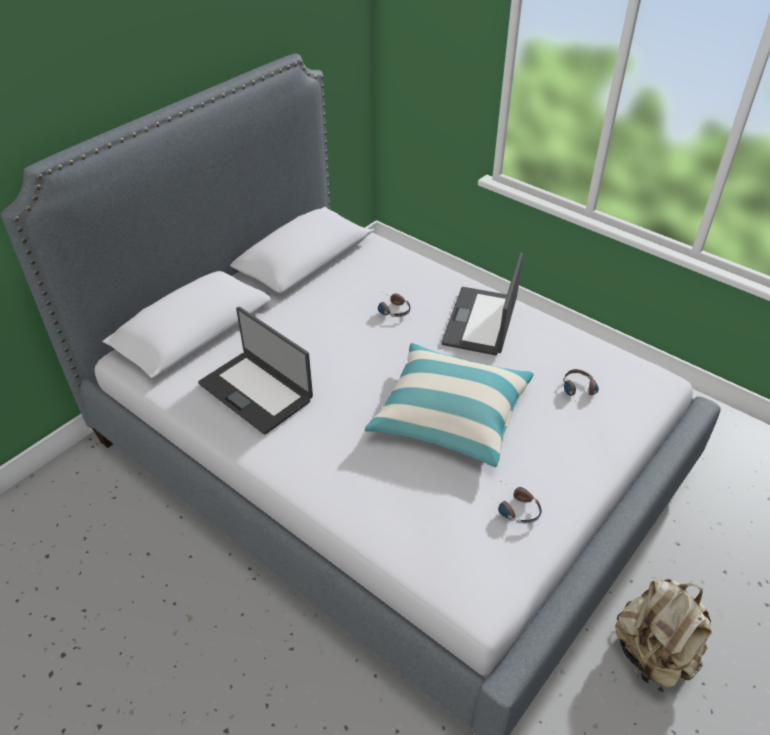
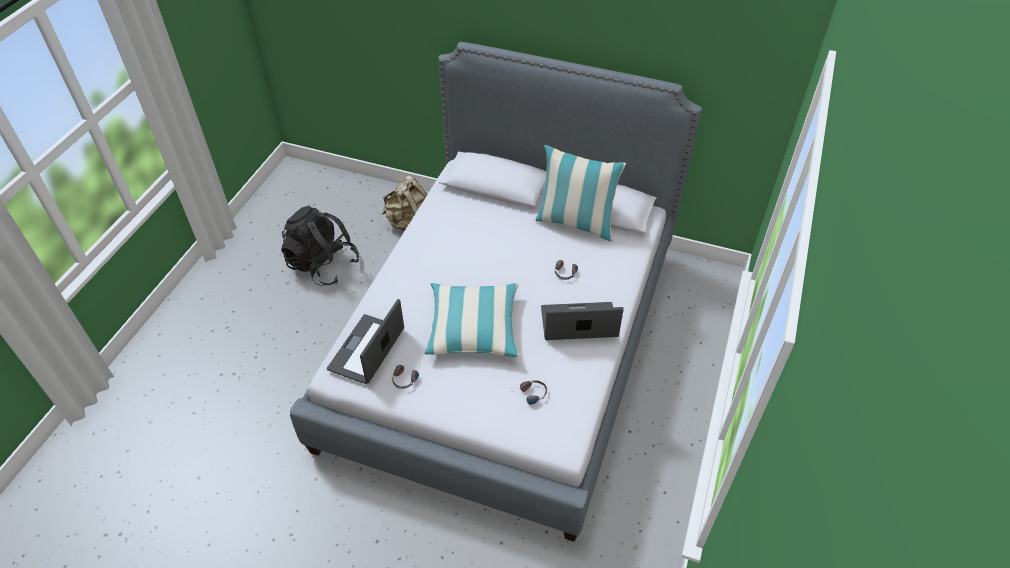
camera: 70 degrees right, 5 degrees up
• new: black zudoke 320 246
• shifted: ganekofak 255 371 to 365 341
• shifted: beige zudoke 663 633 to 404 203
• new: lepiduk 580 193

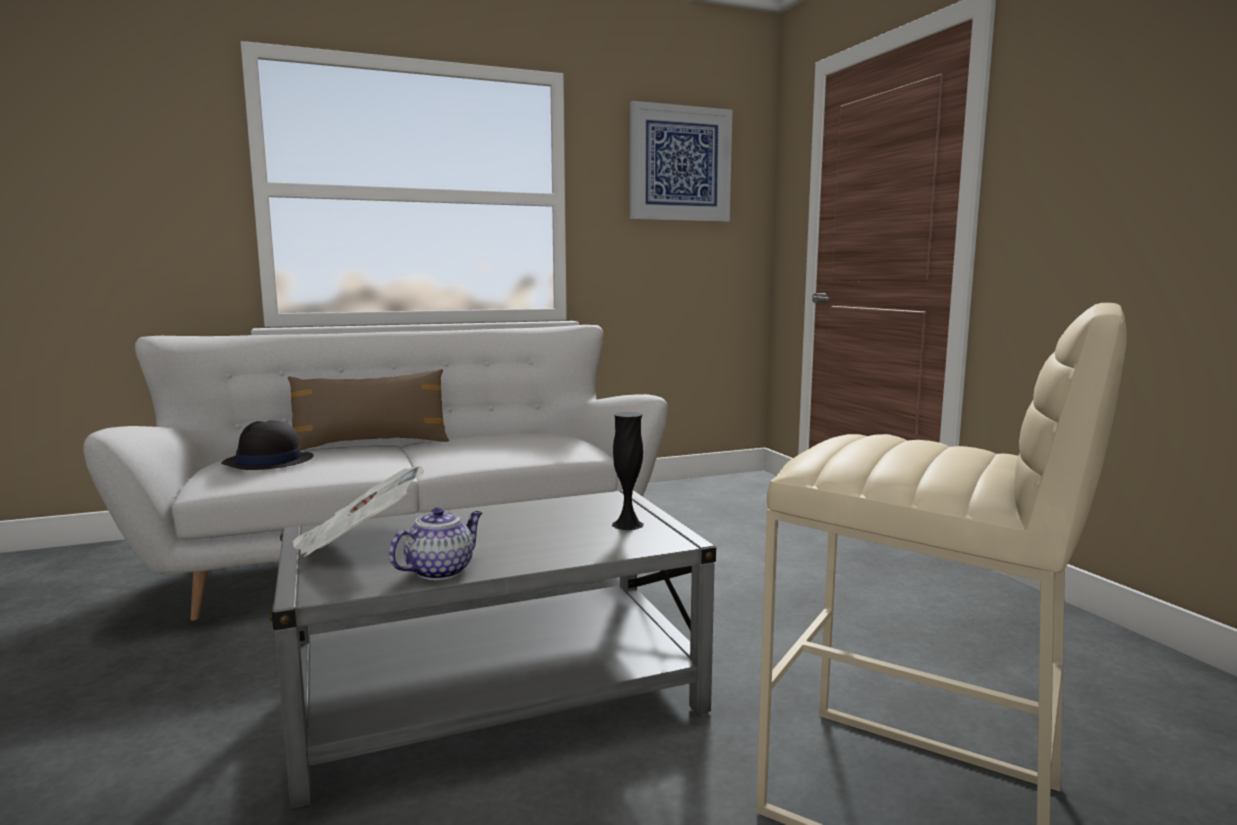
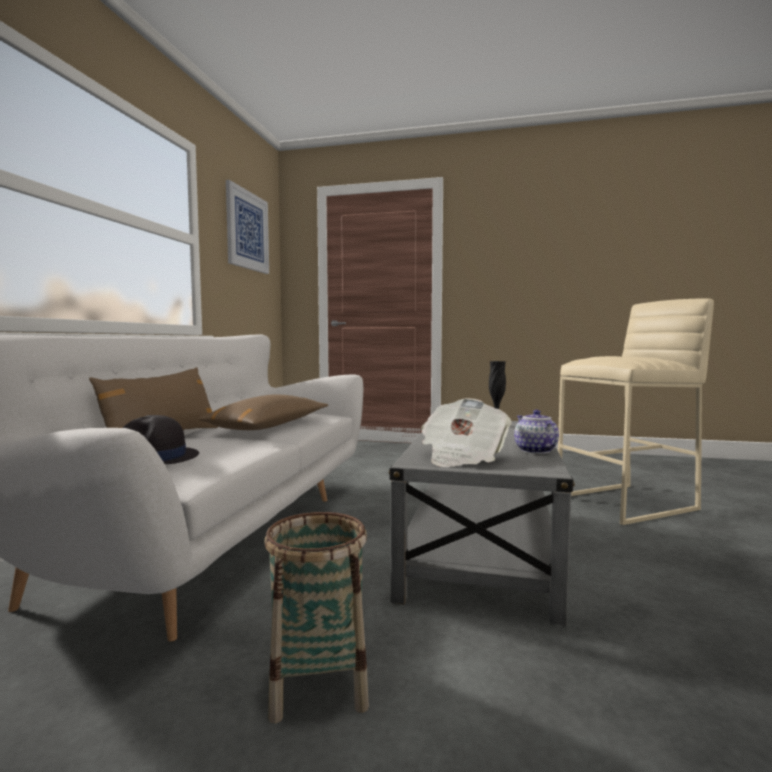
camera: 55 degrees left, 5 degrees down
• new: brown lepiduk 263 412
• new: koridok 316 618

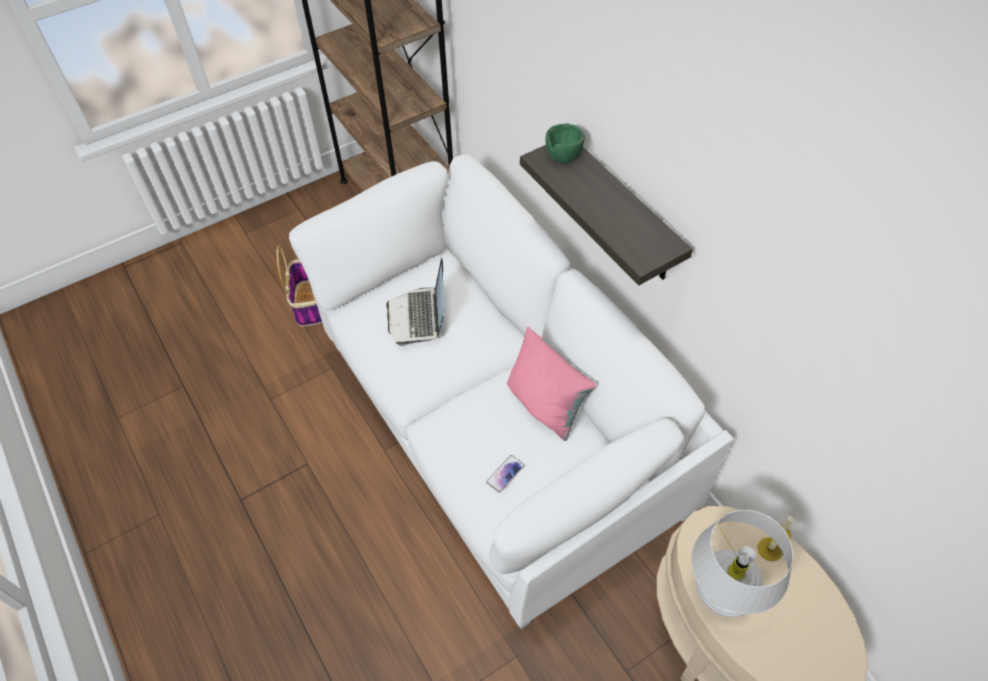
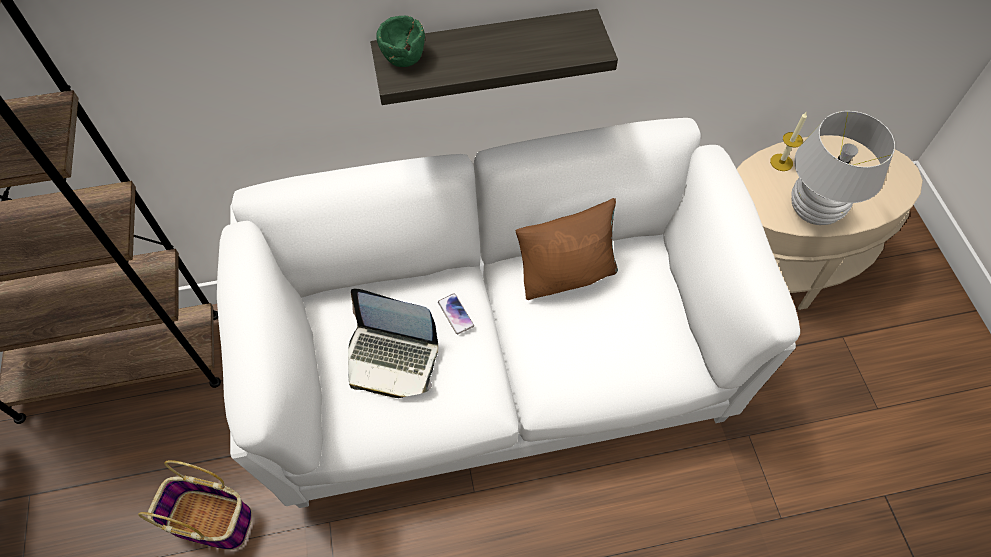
camera: 70 degrees left, 5 degrees up
• shifted: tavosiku 505 474 to 456 313
• repainted: pink lepiduk 551 384 to brown lepiduk 567 249

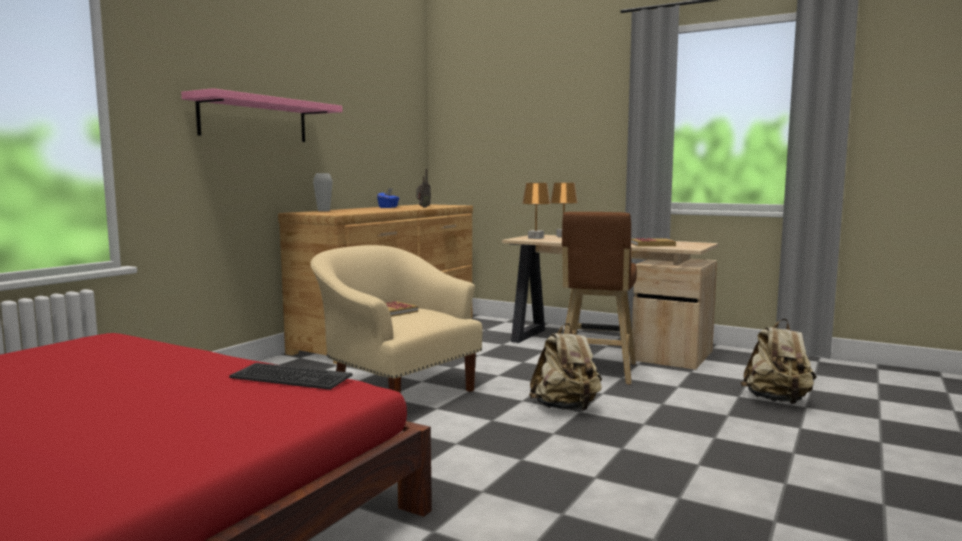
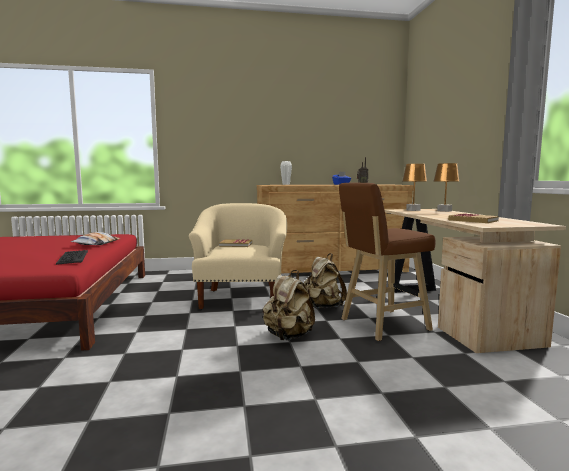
camera: 50 degrees right, 0 degrees up
• new: lepiduk 95 238
• shifted: beige zudoke 778 361 to 325 281
• gone: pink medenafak 261 115

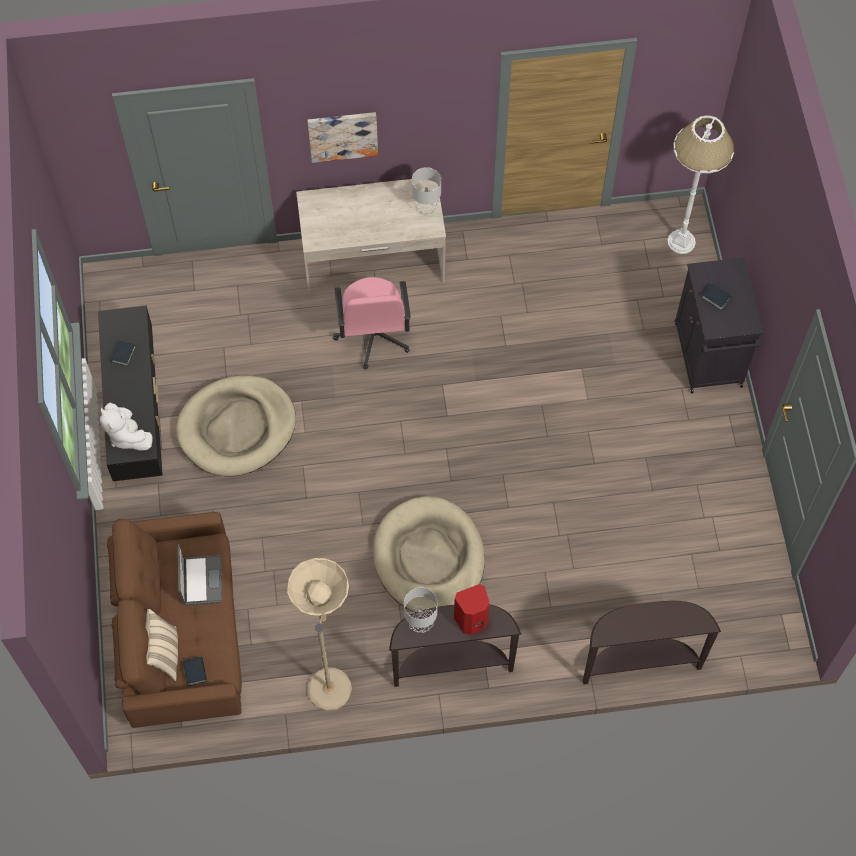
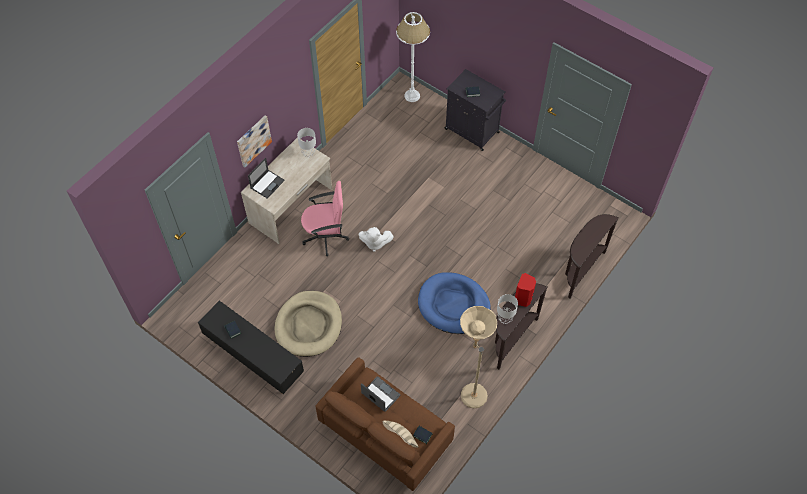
camera: 45 degrees left, 5 degrees down
• new: ganekofak 266 178
• rotated: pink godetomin 372 323 = 325 219 45 degrees counterclockwise
• shifted: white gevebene 126 426 to 376 239
• repainted: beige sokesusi 429 554 to blue sokesusi 454 303

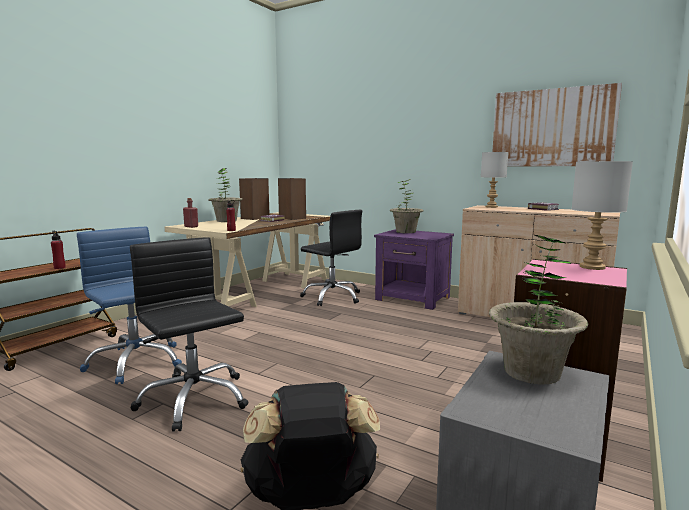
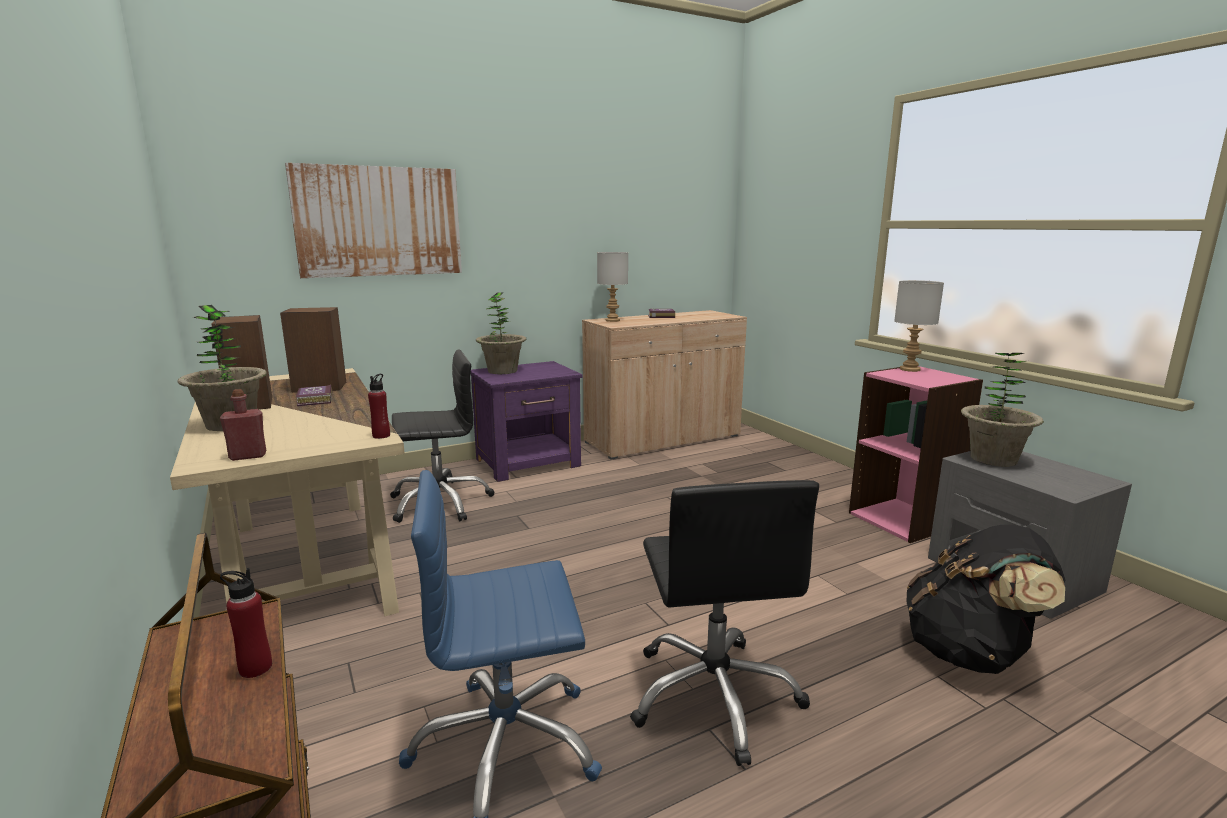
camera: 60 degrees left, 5 degrees up
• shifted: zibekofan 557 124 to 373 220
• rotated: black godetomin 189 334 = 724 623 90 degrees counterclockwise

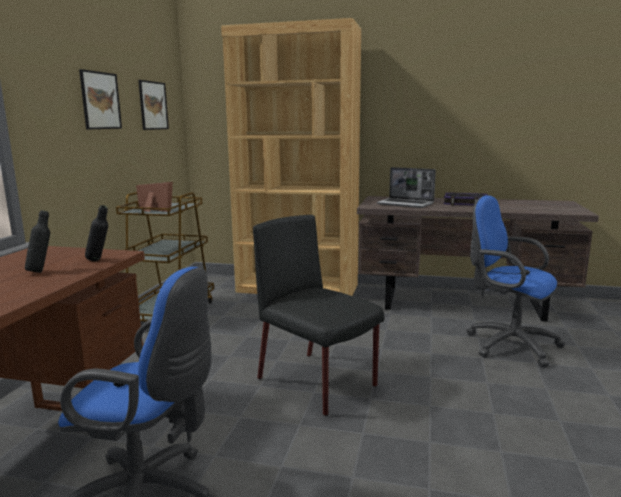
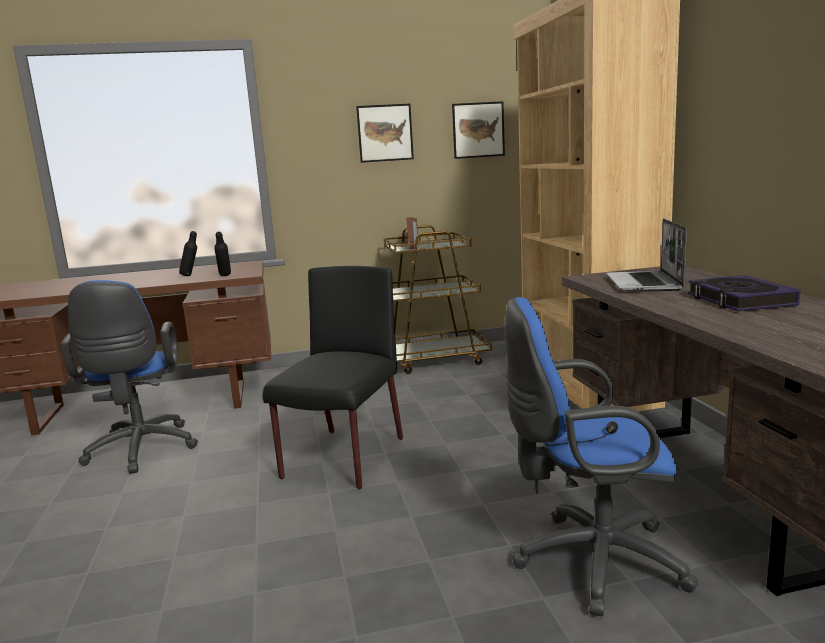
camera: 65 degrees right, 0 degrees up
• rotated: blue godetomin 515 281 = 601 456 105 degrees counterclockwise

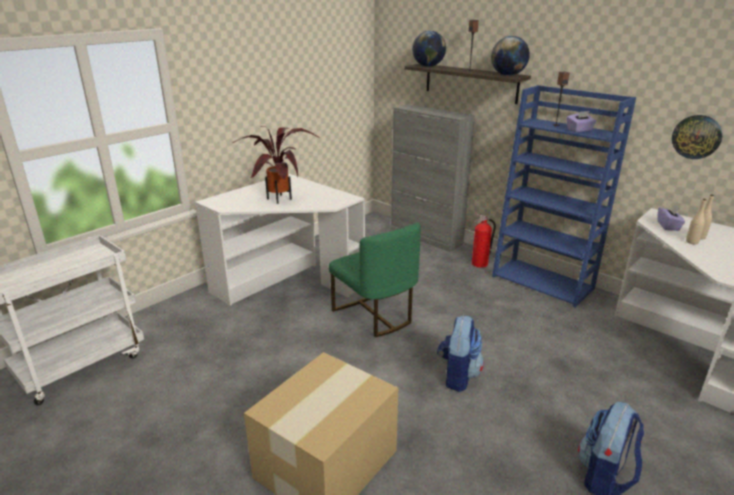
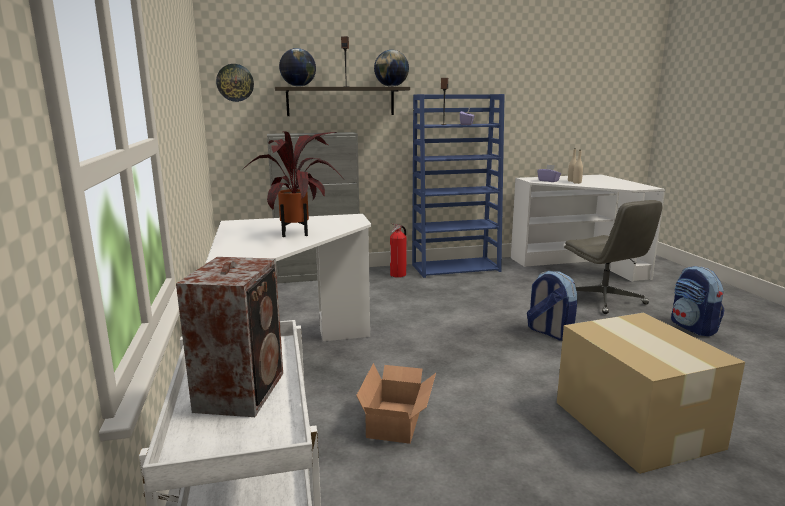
camera: 55 degrees left, 10 degrees down
• new: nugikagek 229 337
• shifted: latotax 697 137 to 235 83
• new: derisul 396 403
• new: grey godetomin 613 257
• gone: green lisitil 375 279

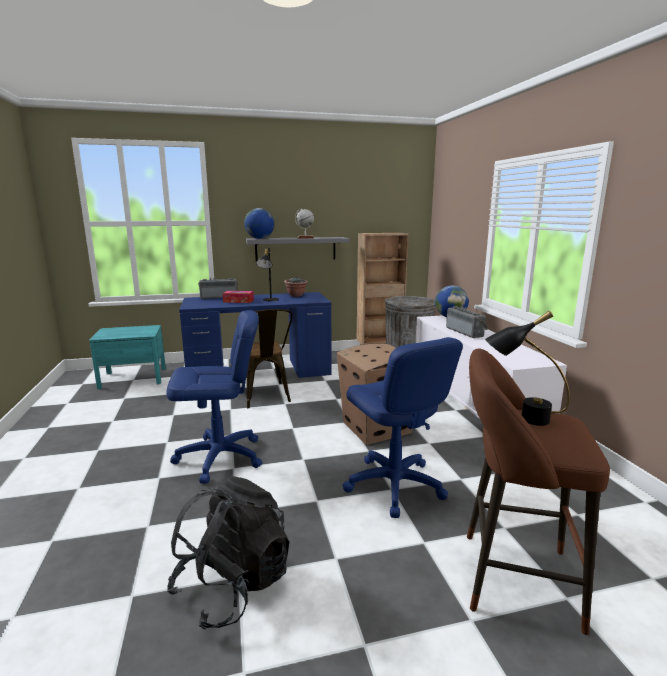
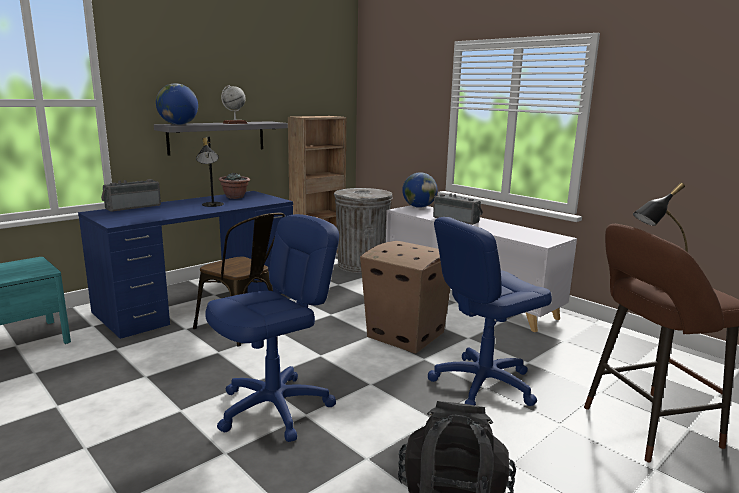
camera: 30 degrees left, 0 degrees up
• rotated: blue godetomin 403 427 = 490 311 120 degrees clockwise
• gone: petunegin 238 297

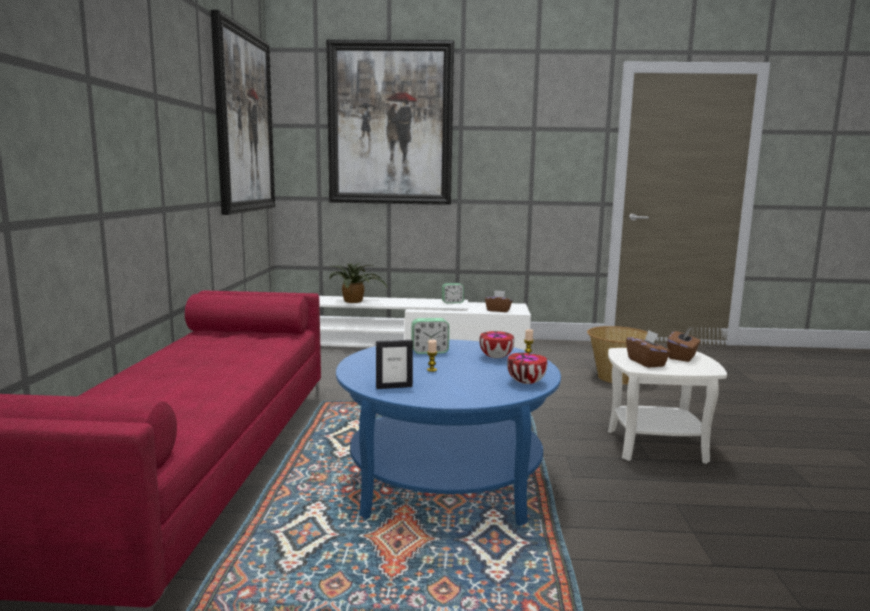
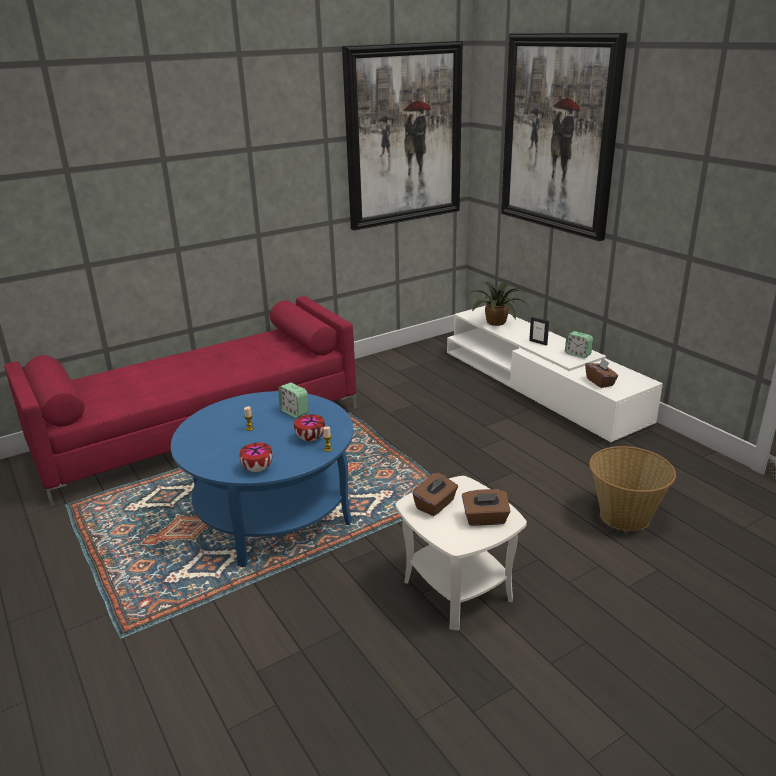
camera: 55 degrees right, 15 degrees up
• shifted: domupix 394 364 to 539 331

